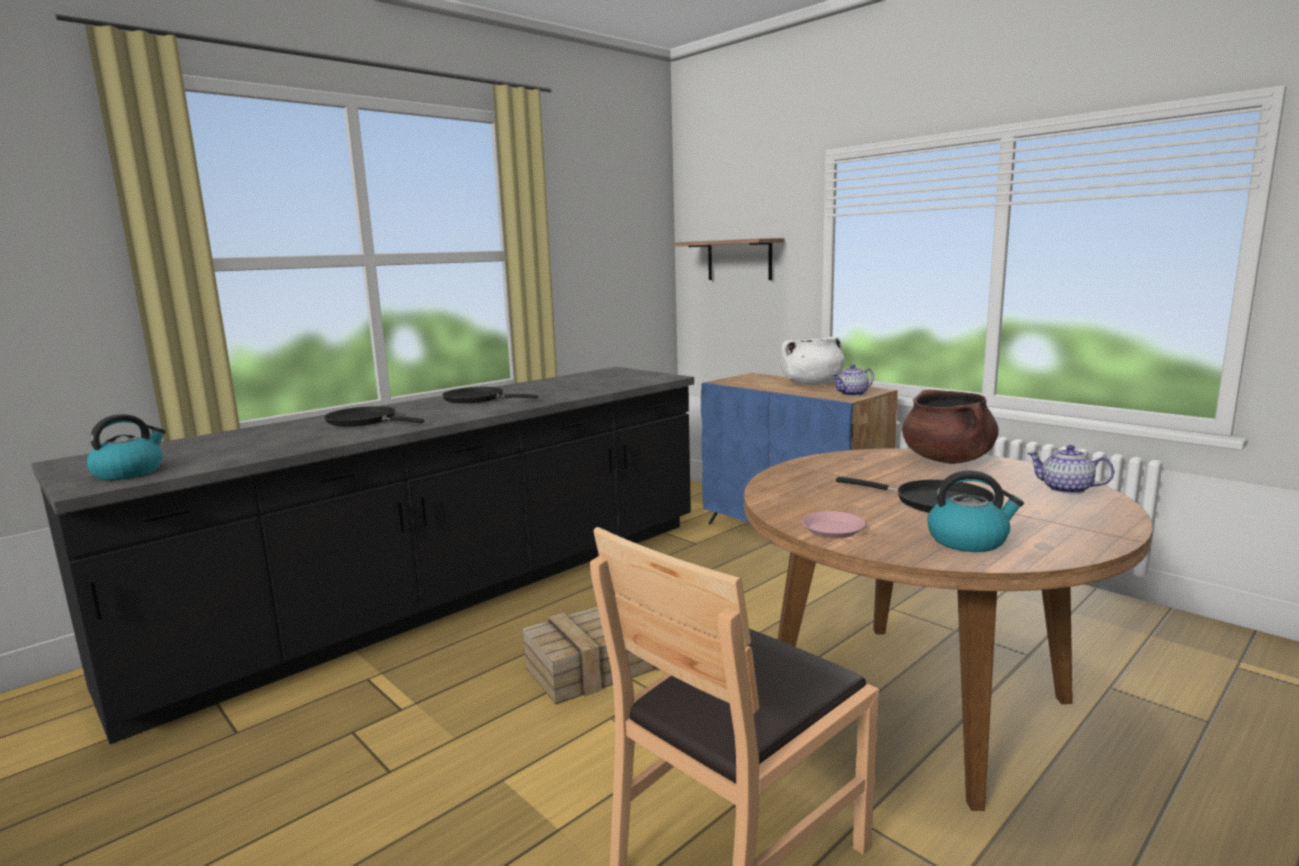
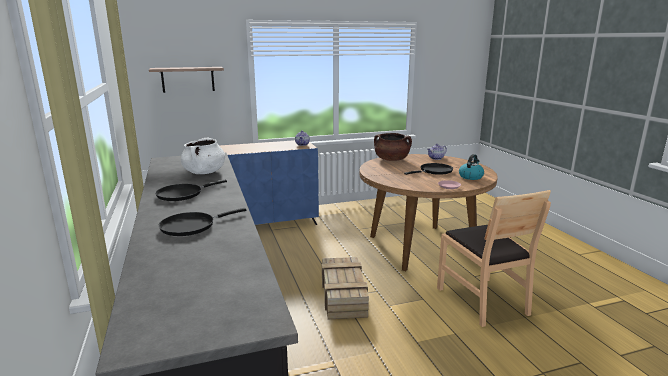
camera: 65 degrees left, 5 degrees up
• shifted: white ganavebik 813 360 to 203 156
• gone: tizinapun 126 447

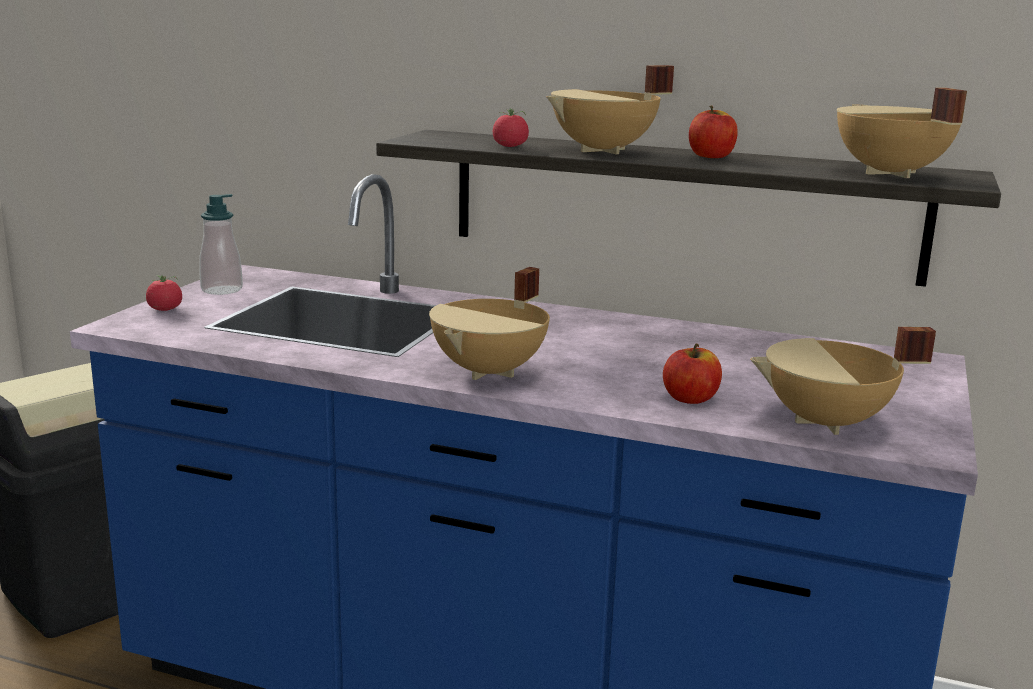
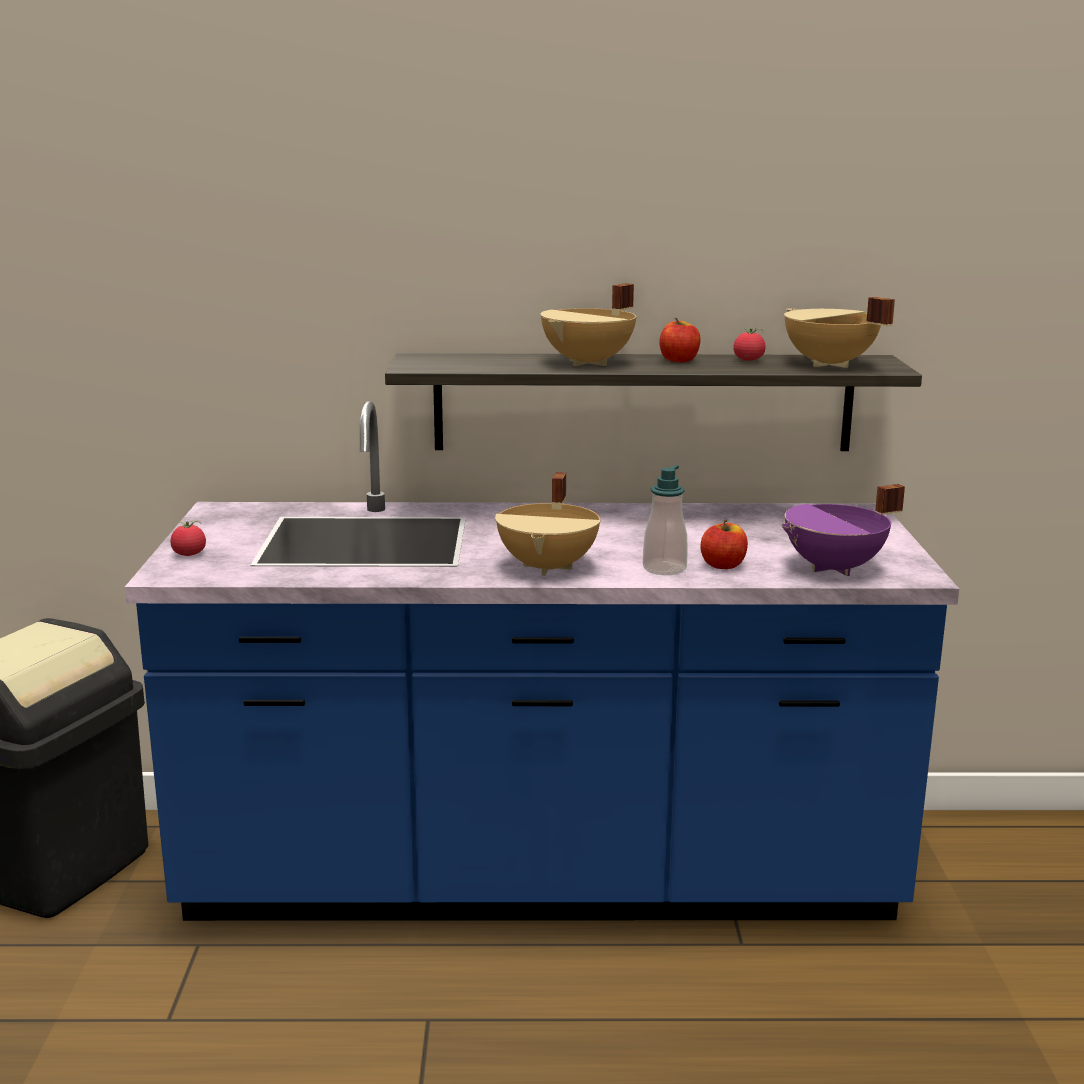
camera: 20 degrees left, 0 degrees up
• shifted: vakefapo 221 244 to 665 520
• shifted: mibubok 511 127 to 749 344
• repainted: beige ganavebik 843 381 to purple ganavebik 843 530

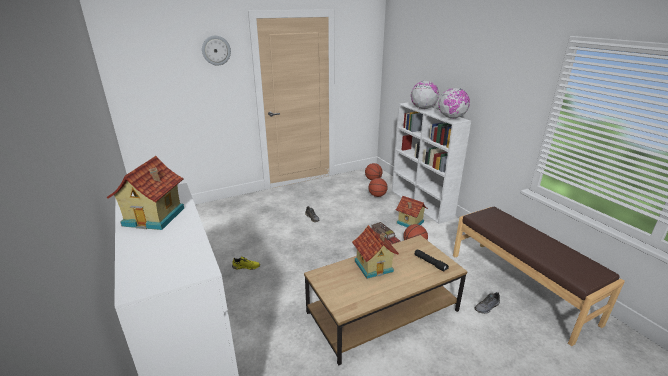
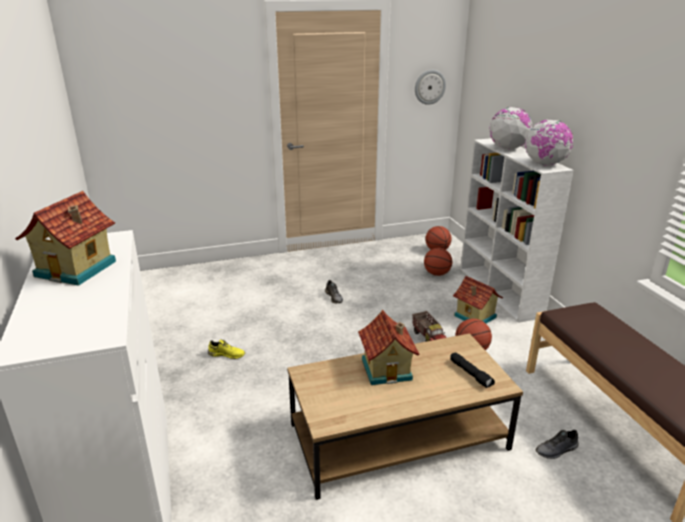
camera: 10 degrees right, 0 degrees up
• shifted: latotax 216 50 to 430 87

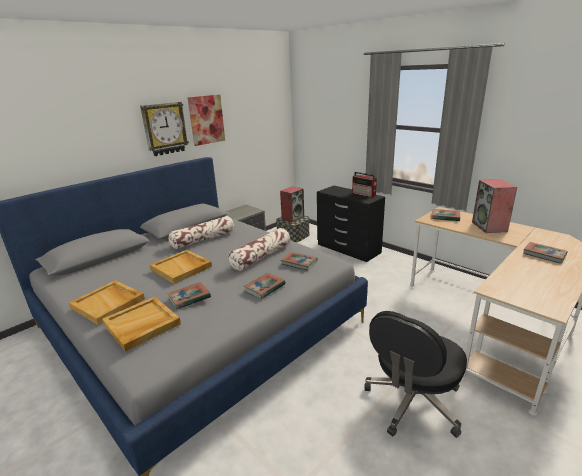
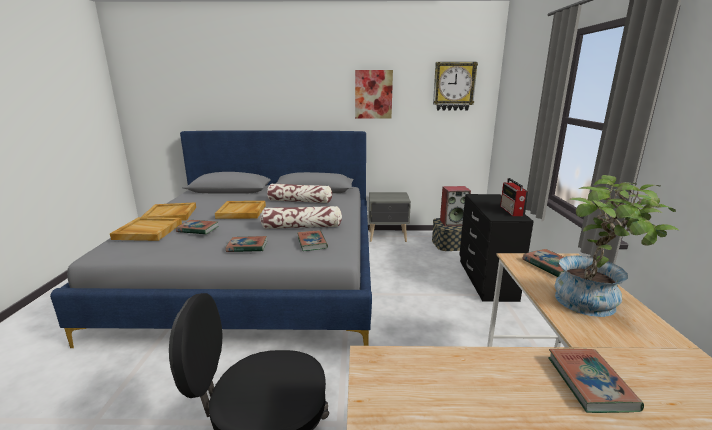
camera: 45 degrees right, 5 degrees down
• shifted: latotax 164 129 to 455 86
• swapped: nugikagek 494 206 to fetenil 617 246

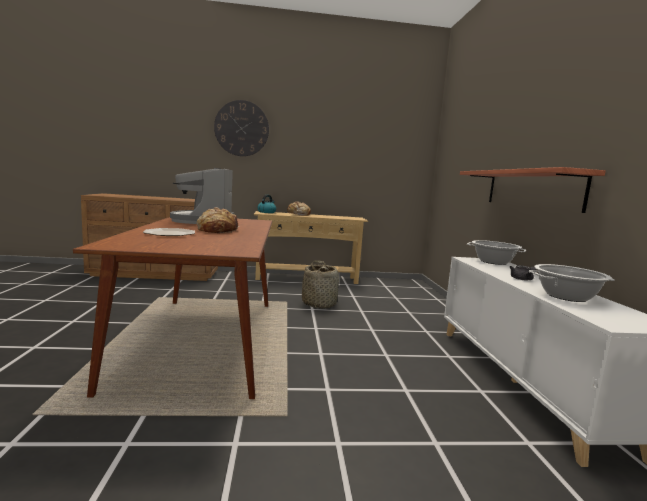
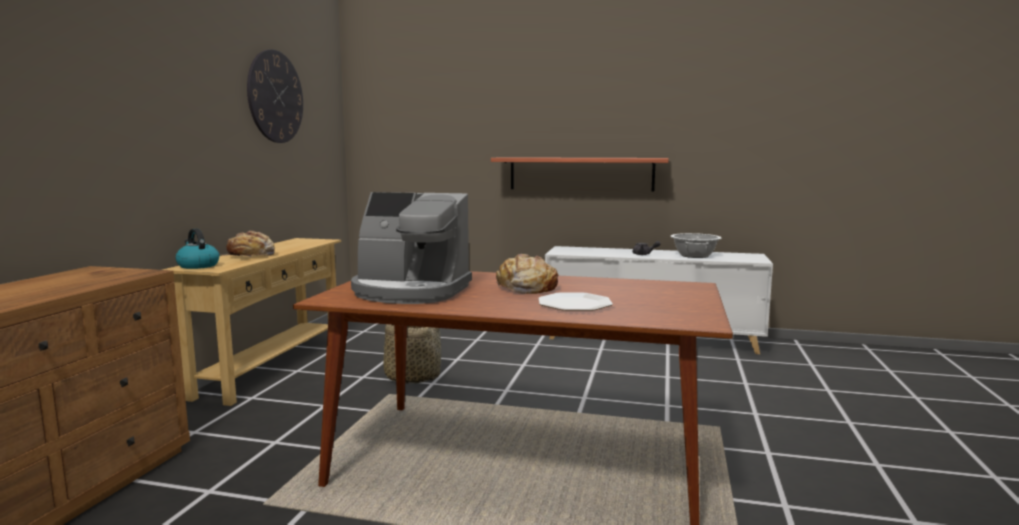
camera: 70 degrees left, 0 degrees up
• shifted: latotax 241 128 to 275 96
• gone: ganavebik 496 252

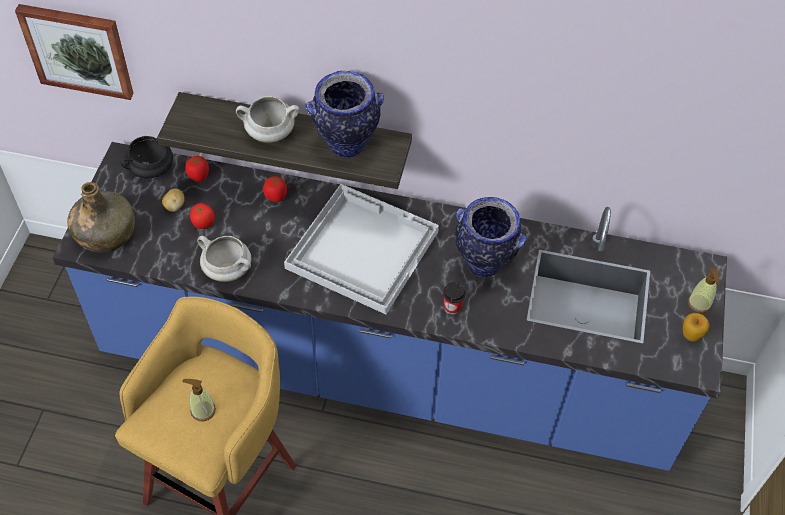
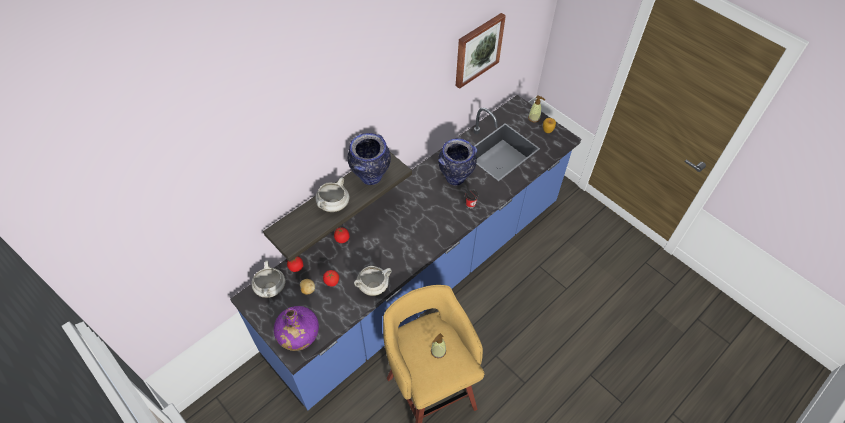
camera: 55 degrees left, 0 degrees up
• repainted: black ganavebik 146 157 to white ganavebik 268 279
• repainted: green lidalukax 101 217 to purple lidalukax 296 328
• shifted: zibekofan 74 52 to 481 51
• gone: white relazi 361 249

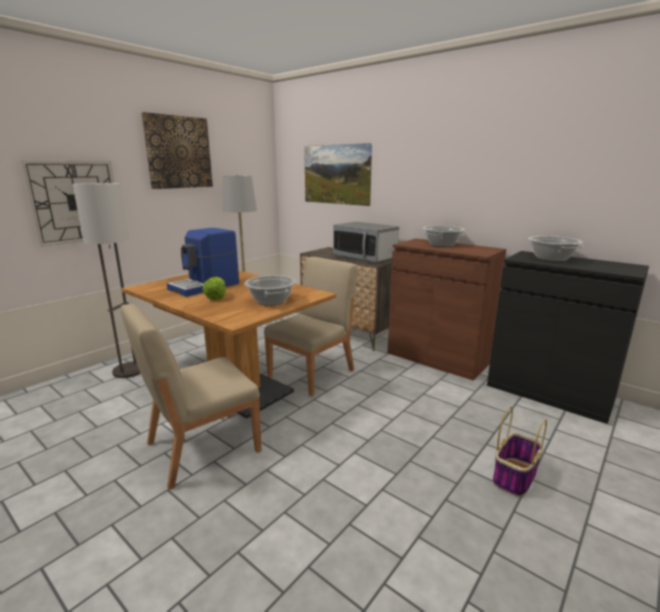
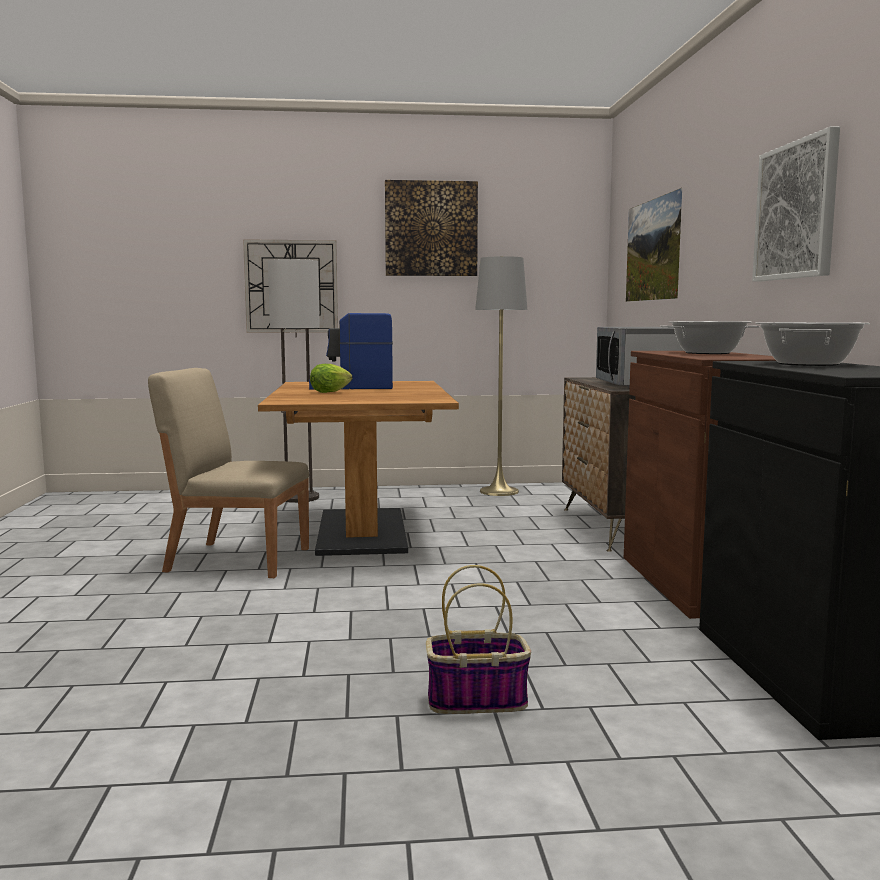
camera: 45 degrees right, 10 degrees down
• new: zibekofan 796 204
• gone: ganavebik 270 290
• gone: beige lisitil 311 327

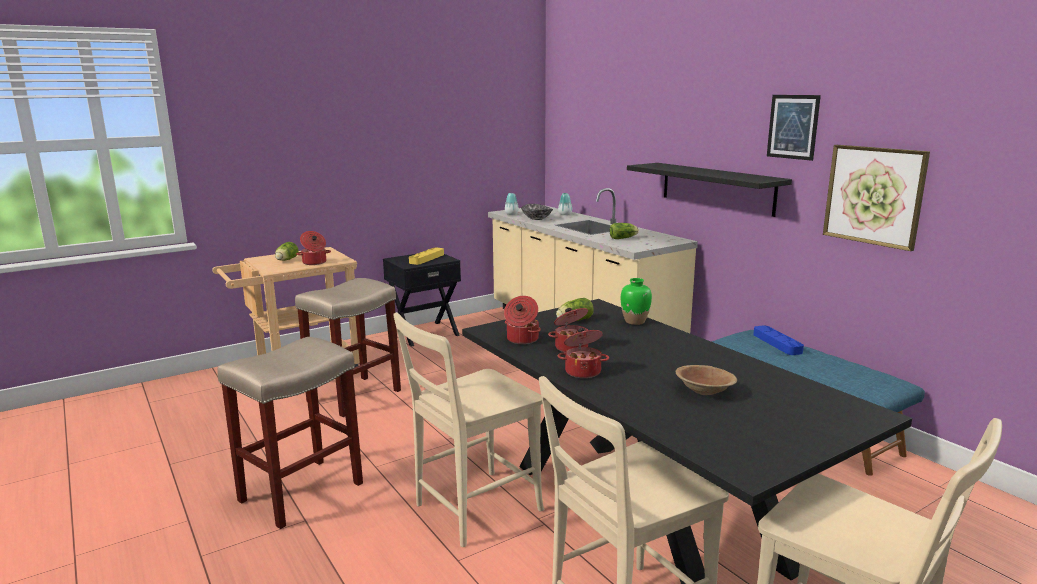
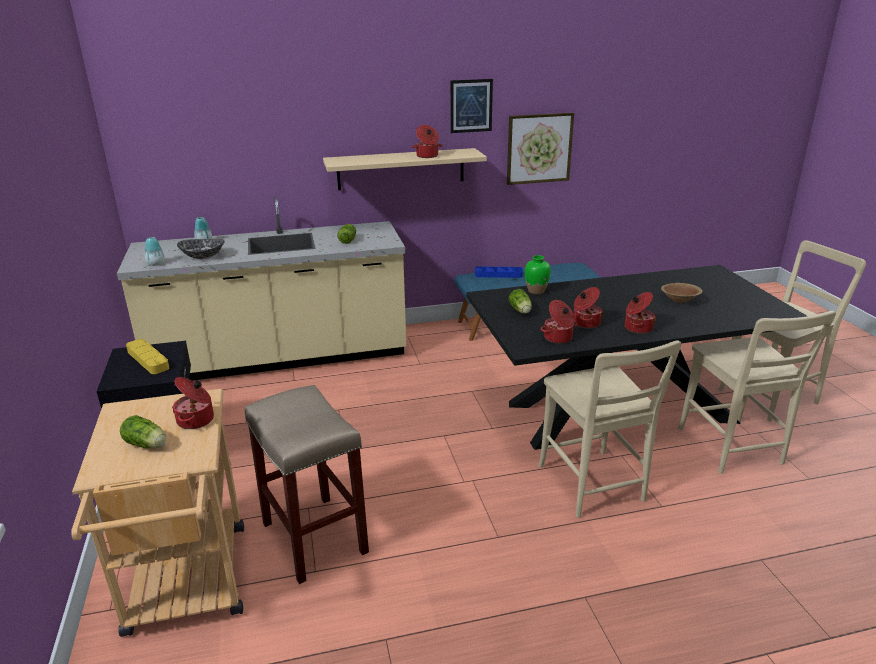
camera: 70 degrees left, 10 degrees up
• repainted: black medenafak 709 190 to beige medenafak 405 169
• new: ganavebik 427 141
• gone: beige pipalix 290 433

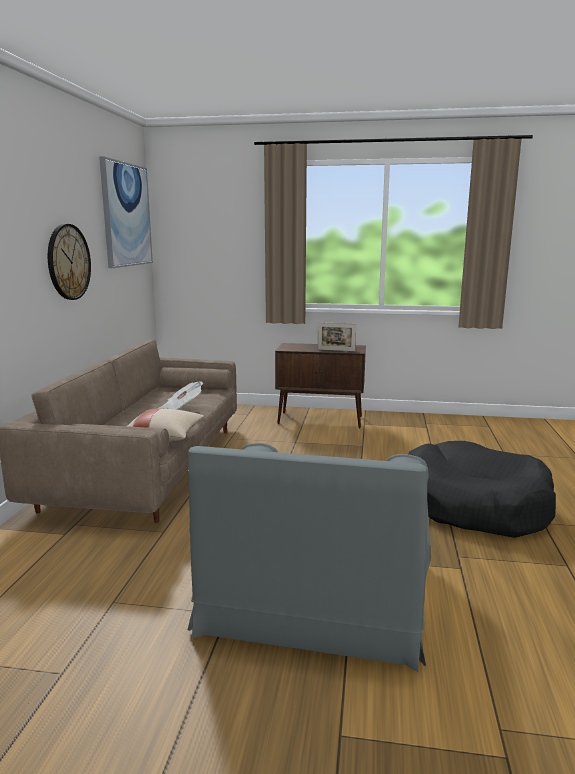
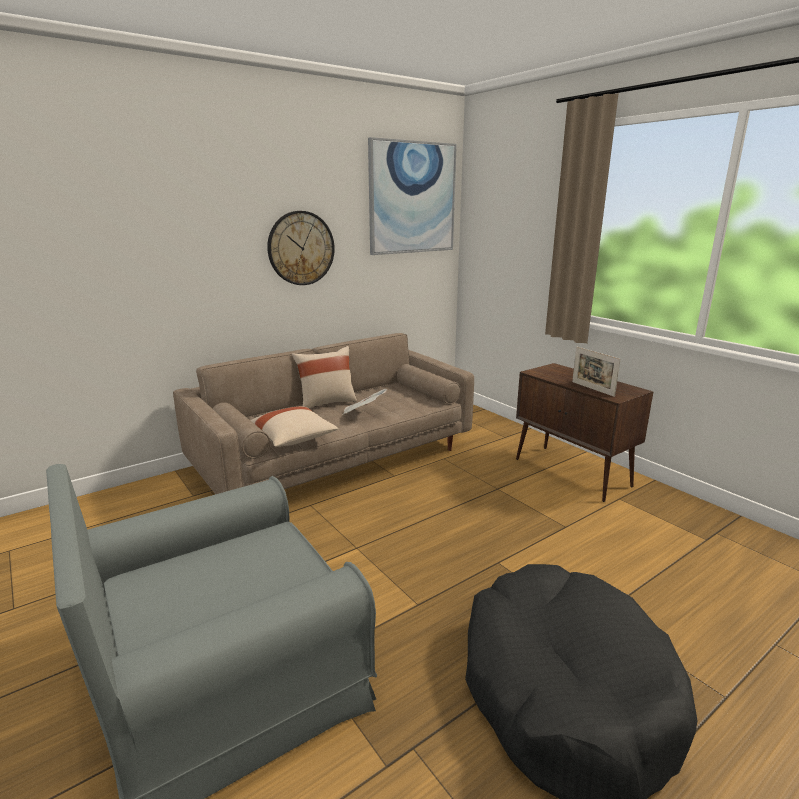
camera: 45 degrees right, 5 degrees up
• new: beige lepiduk 324 377

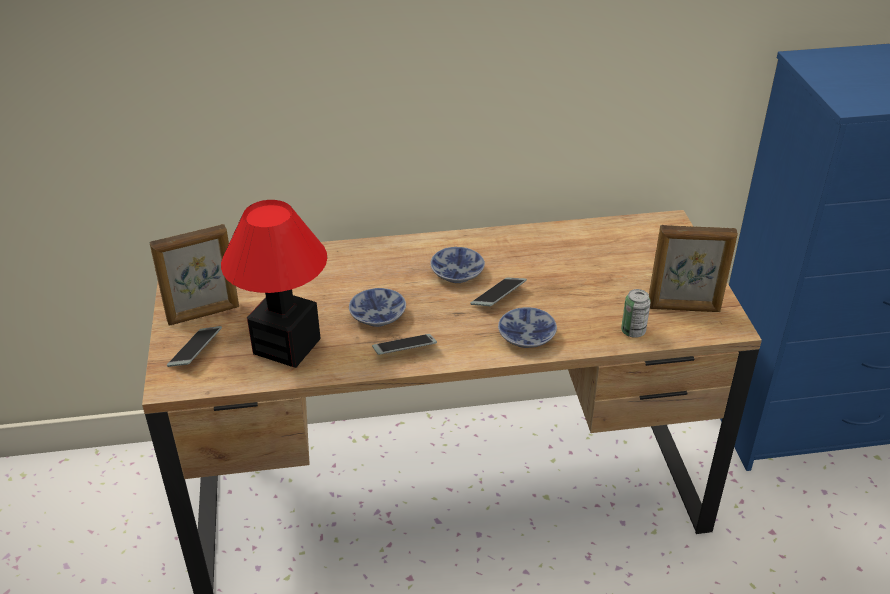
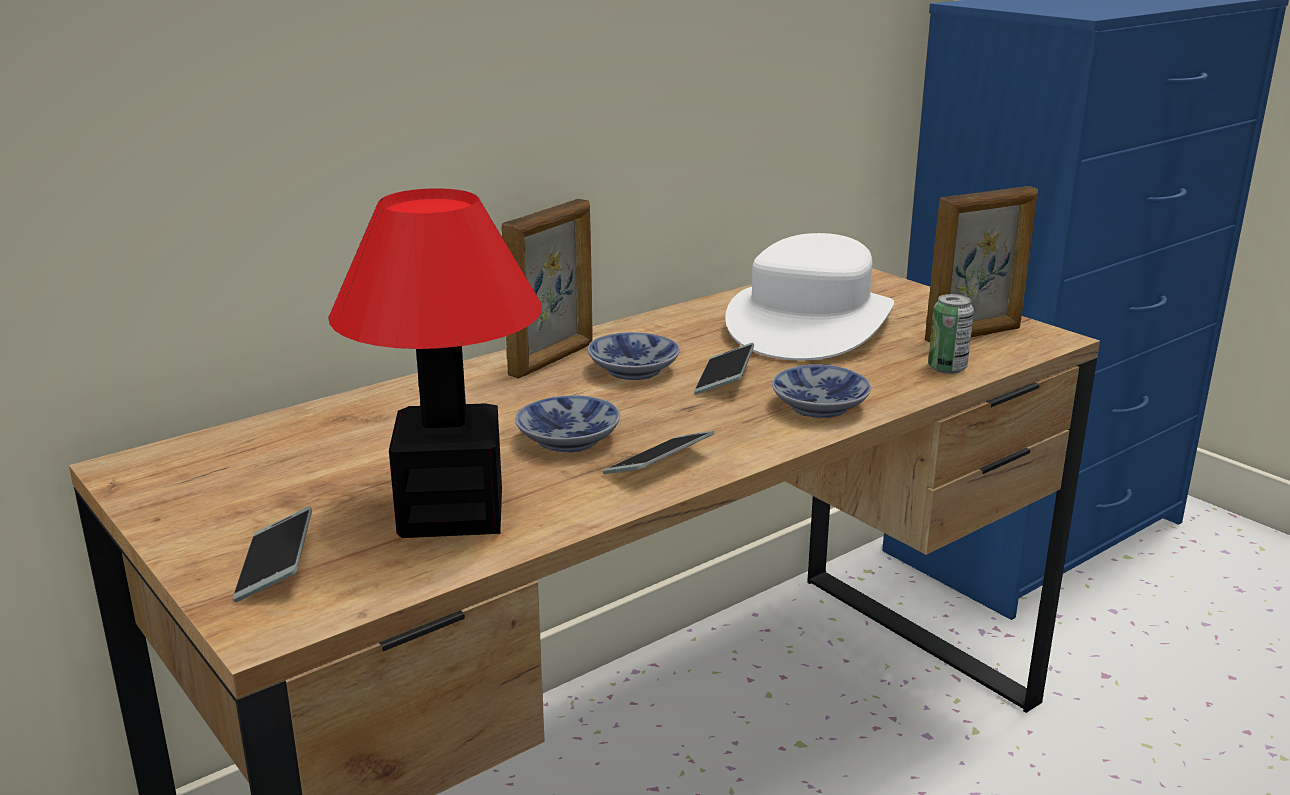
camera: 30 degrees left, 15 degrees down
• shifted: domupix 194 274 to 547 289
• new: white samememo 809 297

